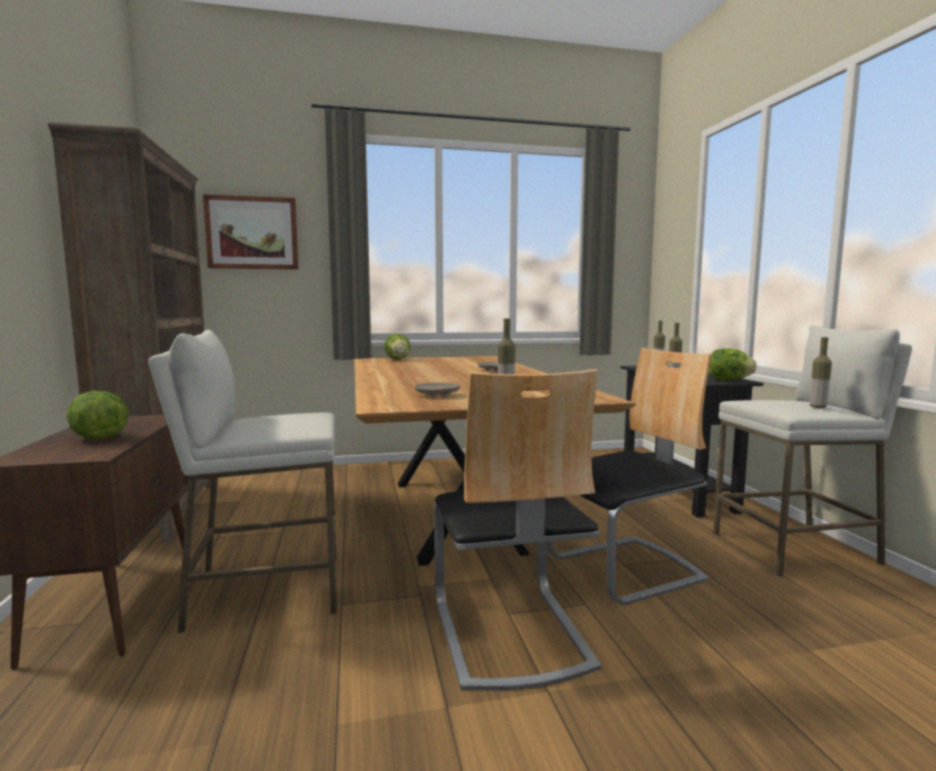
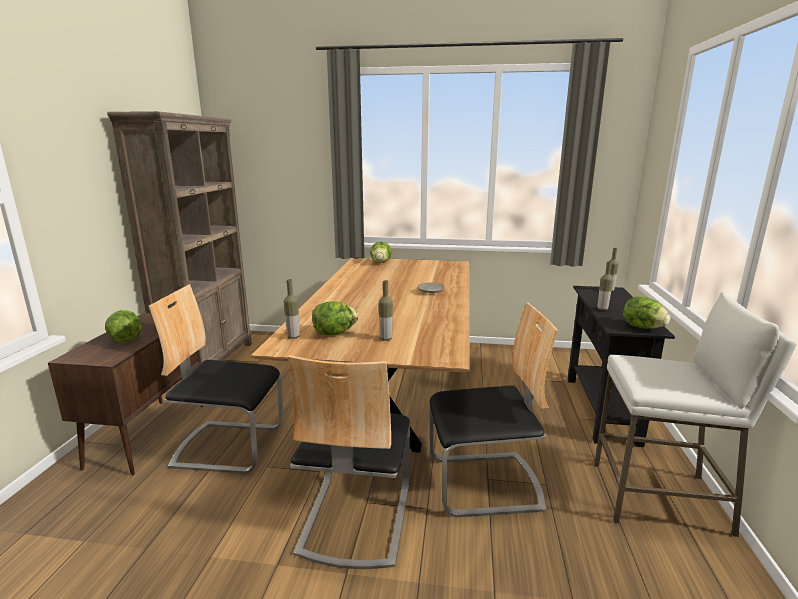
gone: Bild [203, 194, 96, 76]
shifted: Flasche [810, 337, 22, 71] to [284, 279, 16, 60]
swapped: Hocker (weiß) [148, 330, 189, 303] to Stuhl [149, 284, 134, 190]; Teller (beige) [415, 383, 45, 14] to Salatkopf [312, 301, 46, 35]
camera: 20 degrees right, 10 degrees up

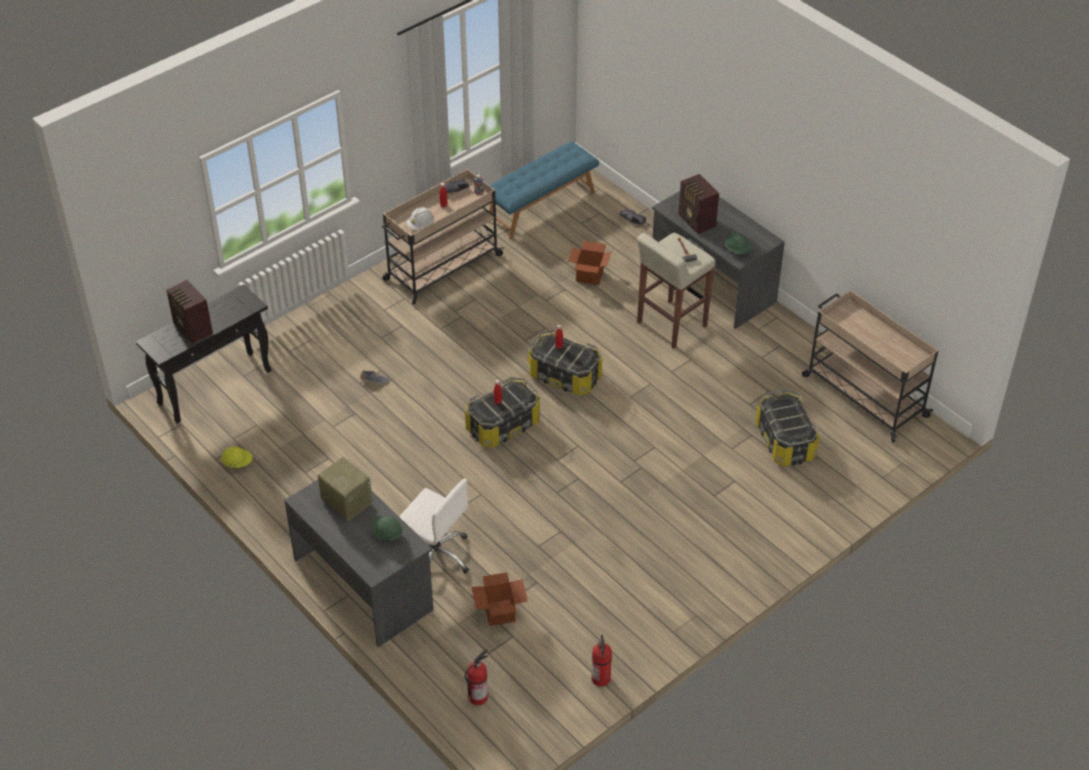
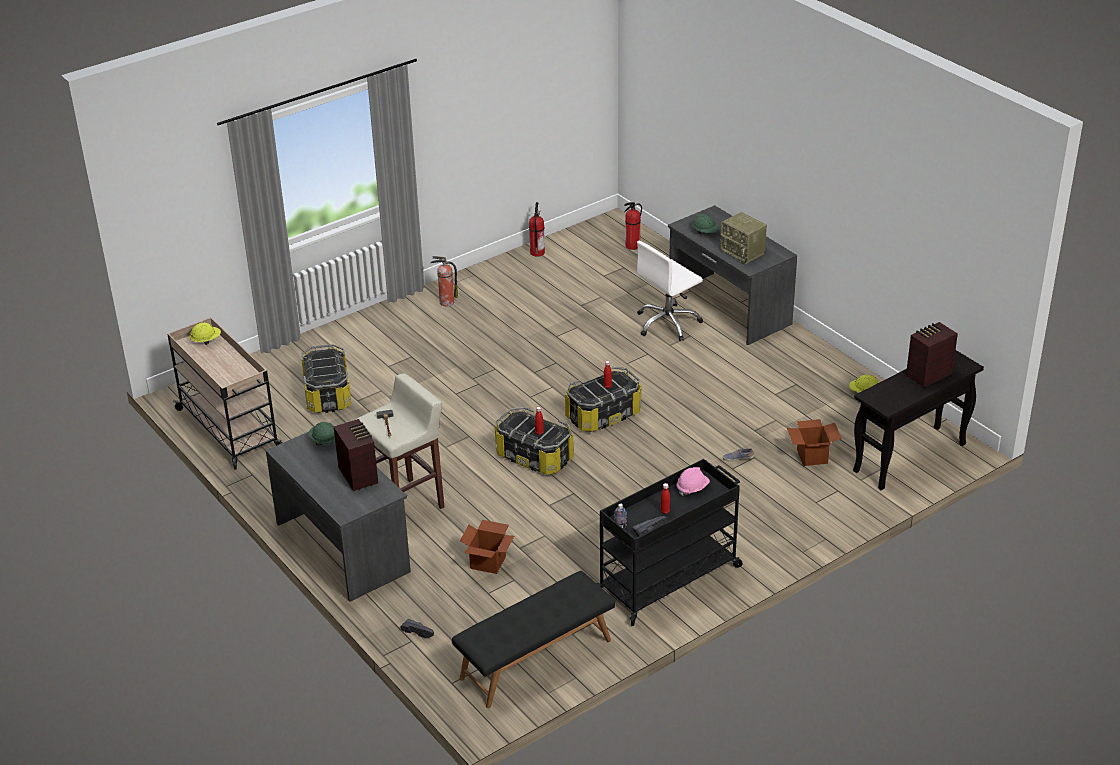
new: Schutzhelm (gelb) [190, 323, 31, 22]; Feuerlöscher [430, 256, 28, 50]
shifted: Karton [471, 572, 57, 54] to [787, 419, 55, 47]
repainted: Rollwagen (beige) [382, 169, 122, 136] to Rollwagen (schwarz) [597, 459, 146, 167]; Schutzhelm (weiß) [407, 207, 27, 23] to Schutzhelm (rosa) [677, 467, 33, 29]; Bank (blau) [489, 141, 110, 99] to Bank (schwarz) [452, 571, 164, 137]
rotated: Radio [166, 280, 47, 64] = [906, 322, 52, 66] 90 degrees counterclockwise; Bürostuhl (weiß) [399, 478, 70, 96] = [637, 241, 66, 100] 75 degrees counterclockwise
camera: 175 degrees left, 10 degrees down

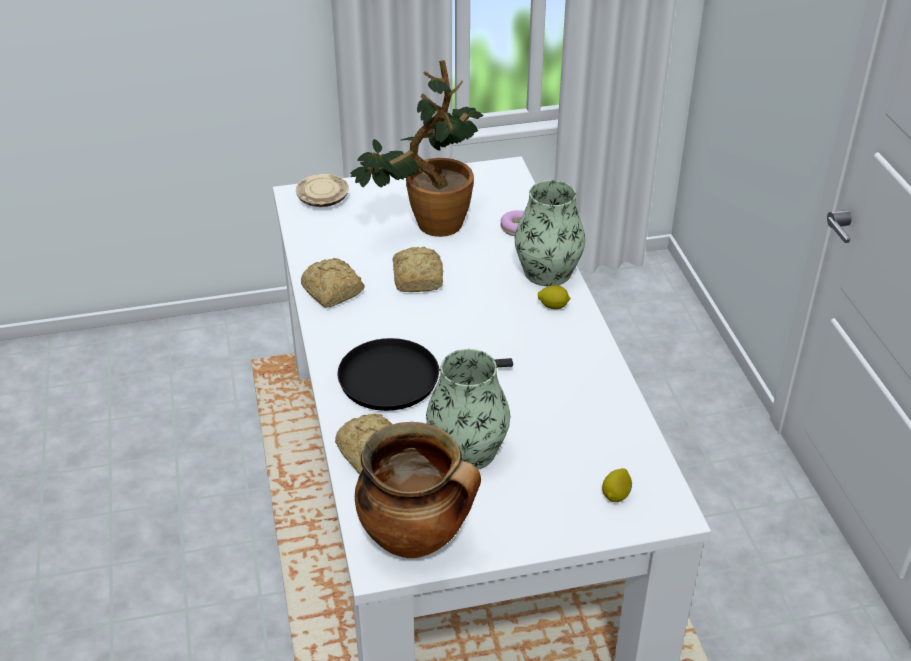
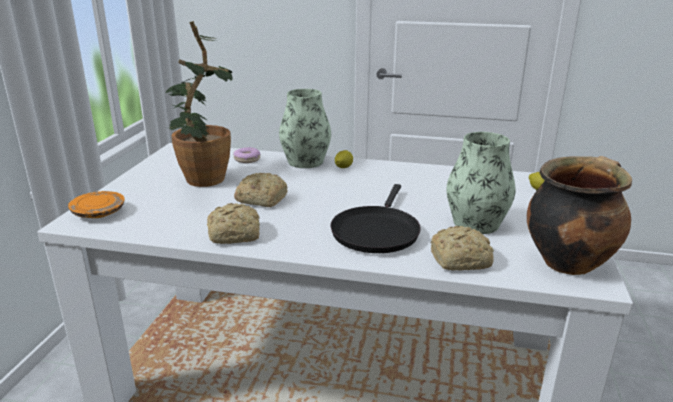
repainted: Teller (beige) [296, 174, 53, 33] to Teller (orange) [68, 191, 57, 27]
camera: 65 degrees left, 15 degrees down

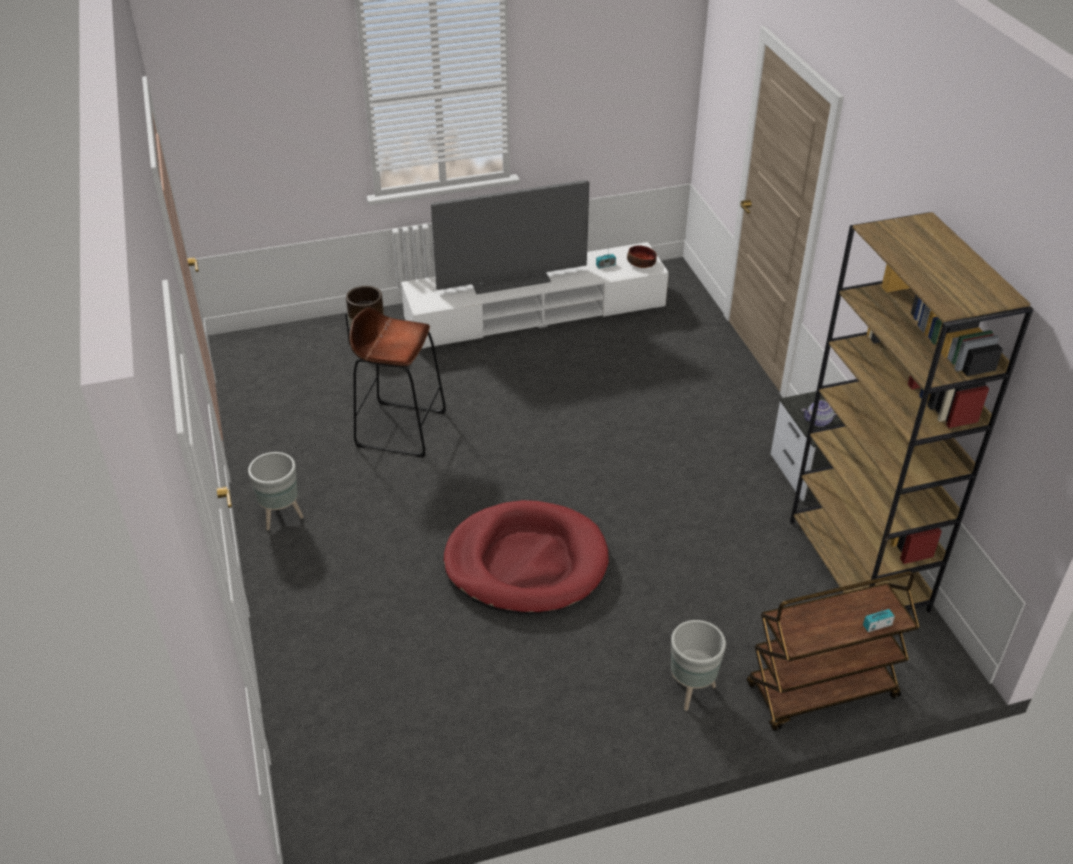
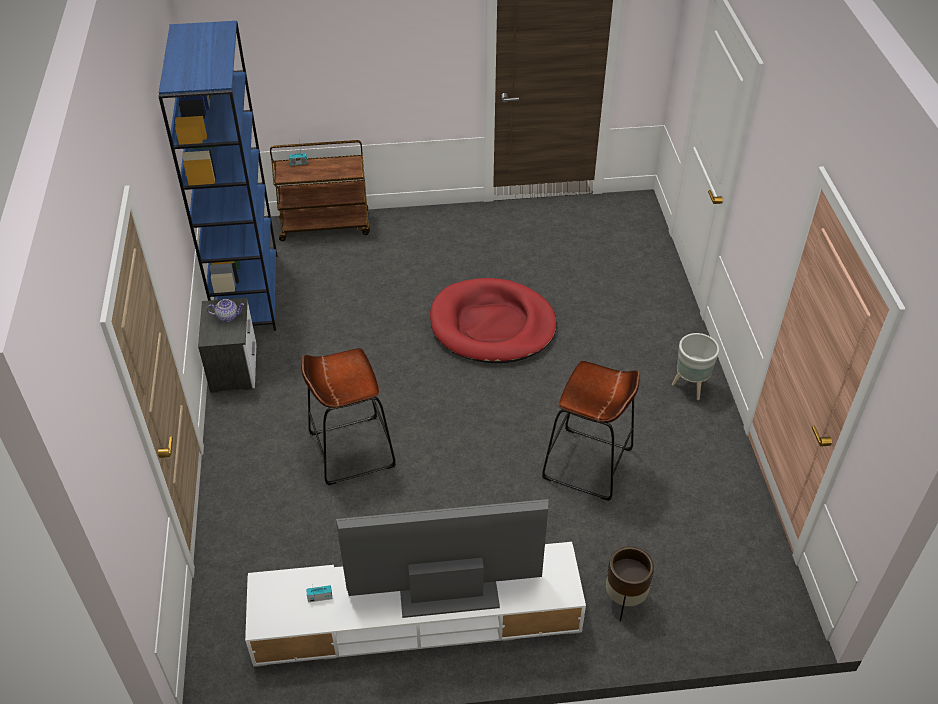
gone: Schüssel [627, 245, 30, 23]; Pflanzkübel (grau) [671, 620, 55, 91]
new: Hocker (braun) [301, 348, 95, 137]
repainted: Bücherregal (braun) [790, 212, 243, 401] to Bücherregal (blau) [158, 21, 119, 310]
camera: 170 degrees left, 5 degrees up

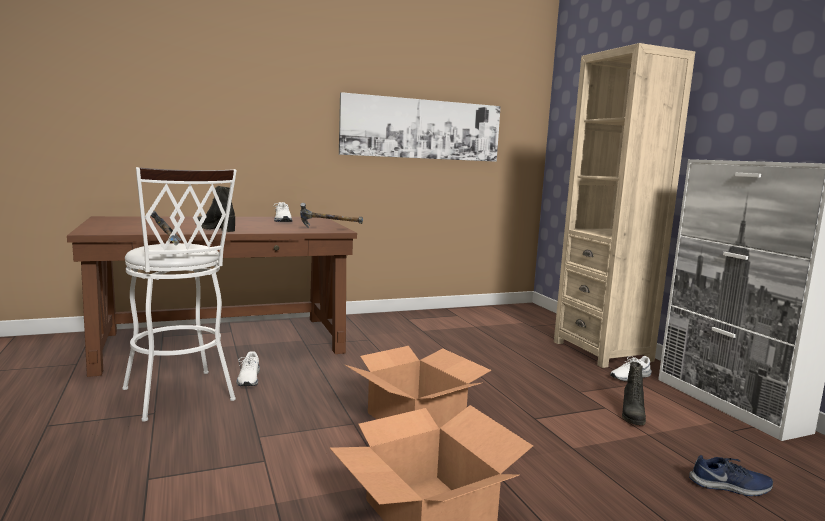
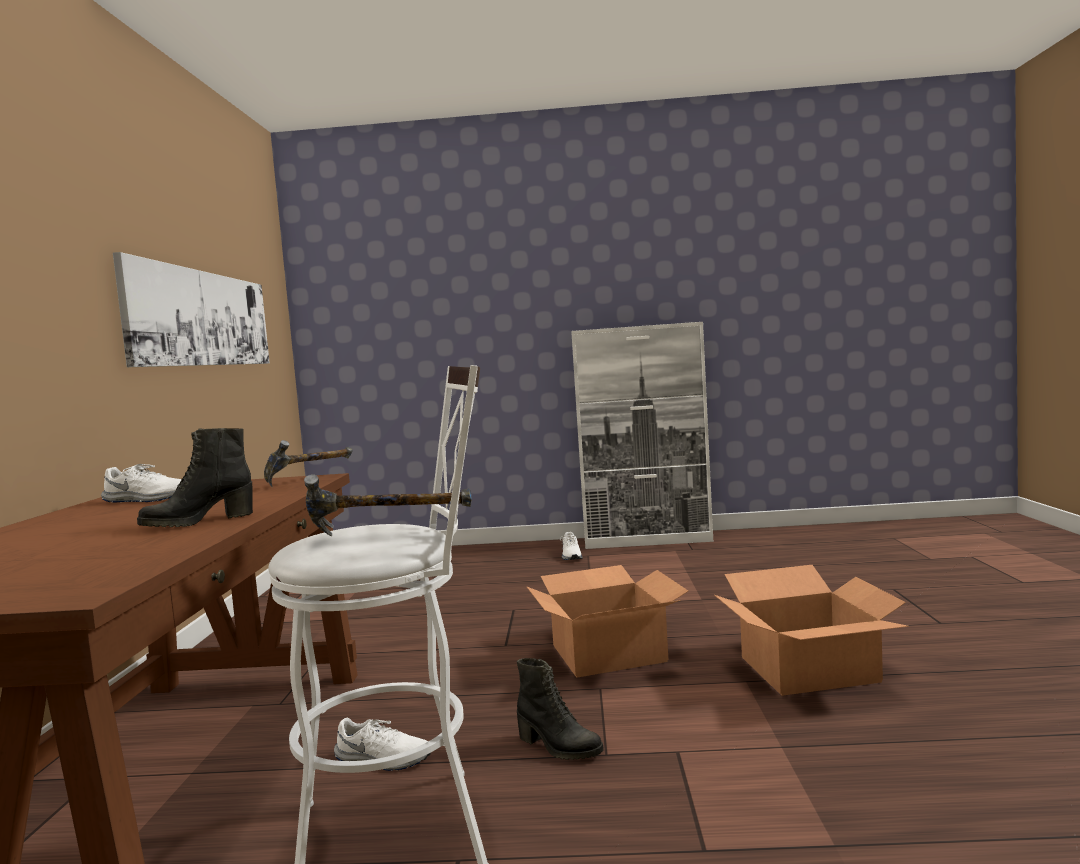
gone: Bücherregal (beige) [554, 43, 141, 325]; Schuh (blau) [689, 455, 84, 41]
shifted: Stiefel (schwarz) [622, 362, 24, 63] to [517, 658, 87, 102]
camera: 65 degrees left, 5 degrees down

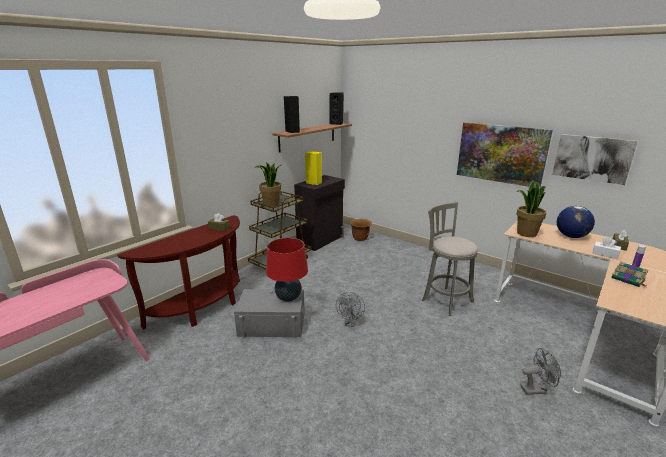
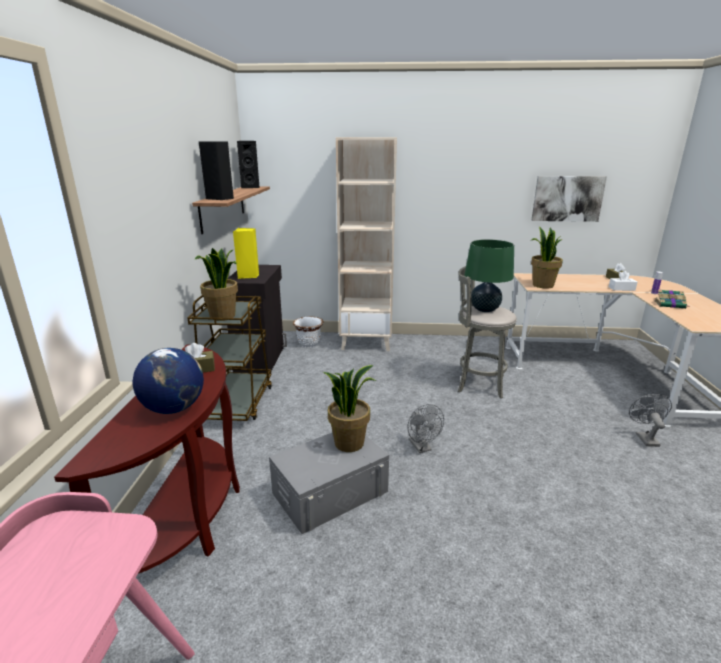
gone: Bild [457, 122, 96, 65]
new: Bücherregal (beige) [336, 137, 61, 214]; Tischlampe (grün) [464, 239, 50, 73]
shifted: Globus [557, 206, 38, 32] to [133, 348, 71, 66]
swapped: Tischlampe (rot) [266, 238, 42, 64] to Topfpflanze [323, 365, 53, 87]
repainted: Pflanzkübel (braun) [350, 219, 22, 22] to Pflanzkübel (weiß) [293, 316, 31, 31]
rotated: Ventilator (grau) [520, 348, 41, 47] = [629, 394, 43, 53] 45 degrees counterclockwise
camera: 35 degrees left, 0 degrees up

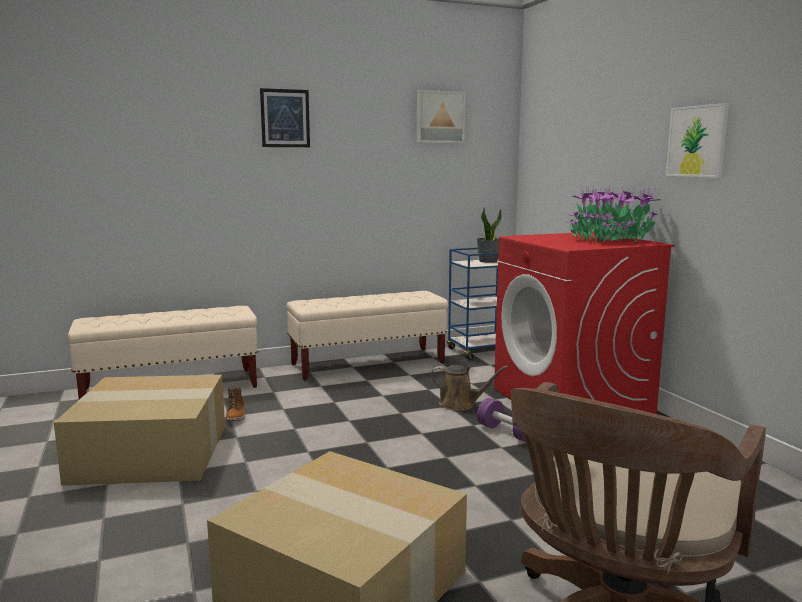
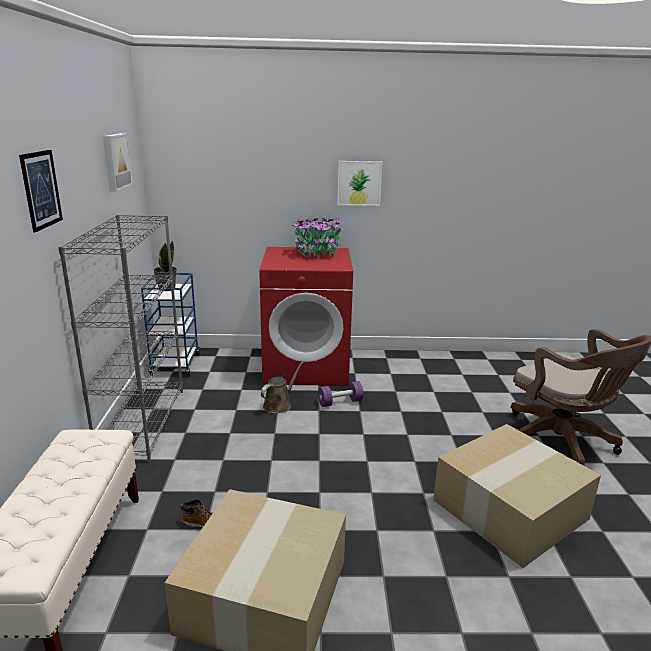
swapped: Bank (beige) [287, 291, 161, 89] to Bücherregal (grau) [58, 215, 125, 248]
camera: 70 degrees left, 10 degrees up

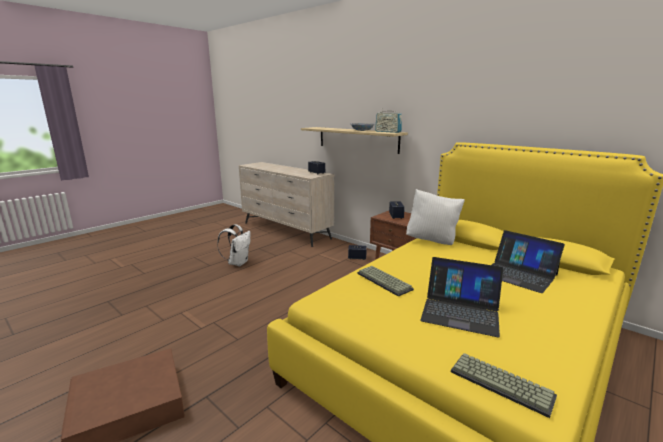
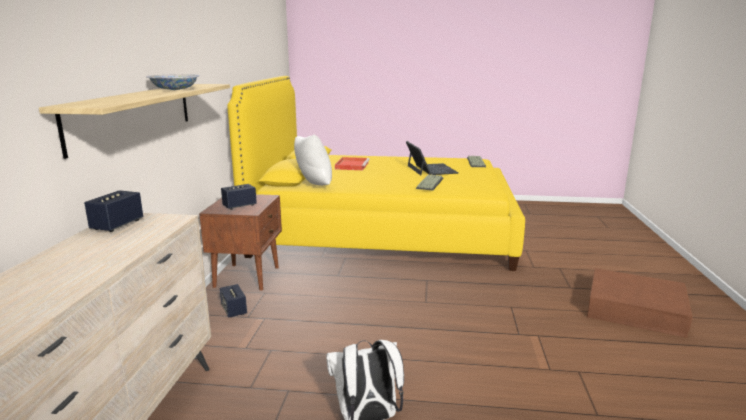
gone: Radio [375, 108, 27, 25]
swapped: Laptop [492, 230, 73, 63] to Tablett (rot) [335, 157, 35, 13]
camera: 125 degrees left, 0 degrees up

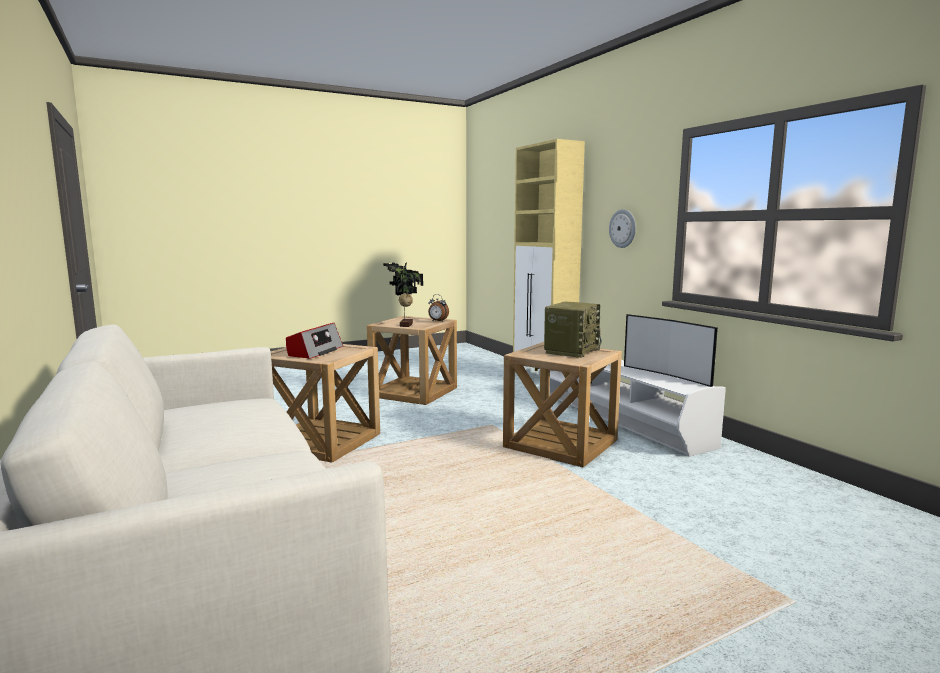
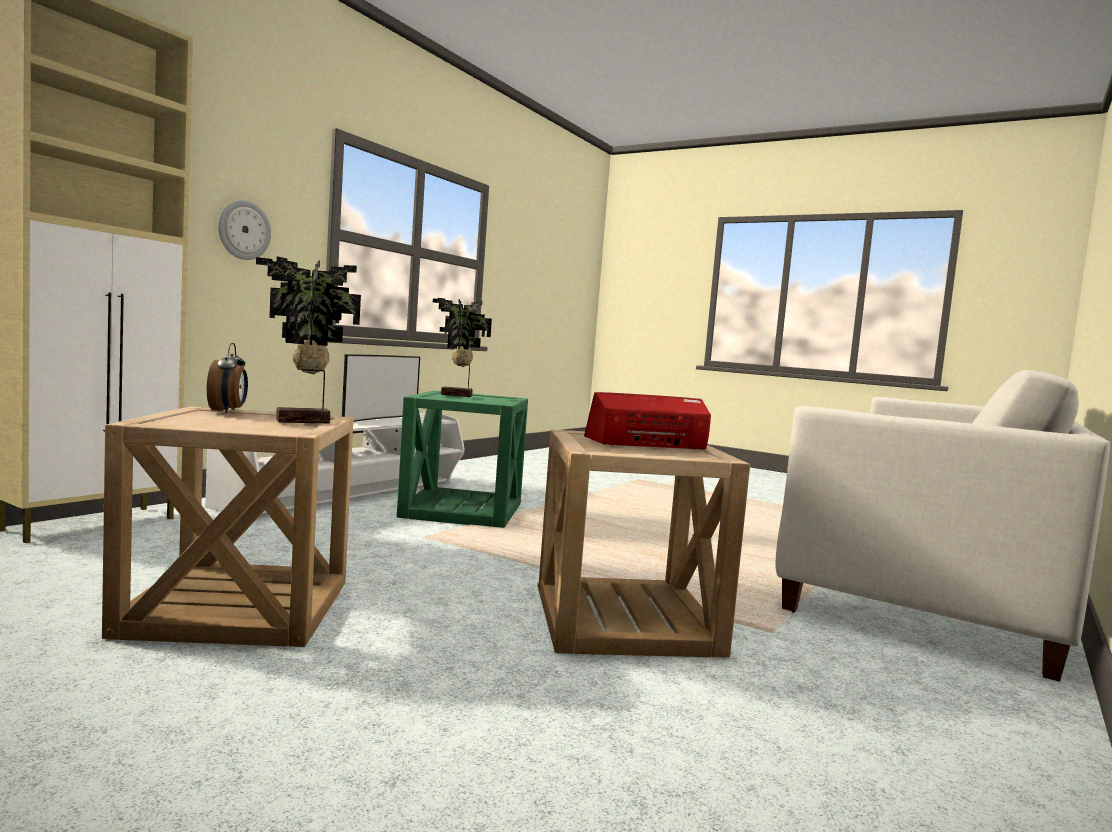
swapped: Radio [544, 302, 57, 56] to Topfpflanze [433, 298, 59, 99]
repainted: Beistelltisch (beige) [503, 342, 119, 125] to Beistelltisch (grün) [397, 391, 131, 137]
camera: 120 degrees left, 5 degrees down

